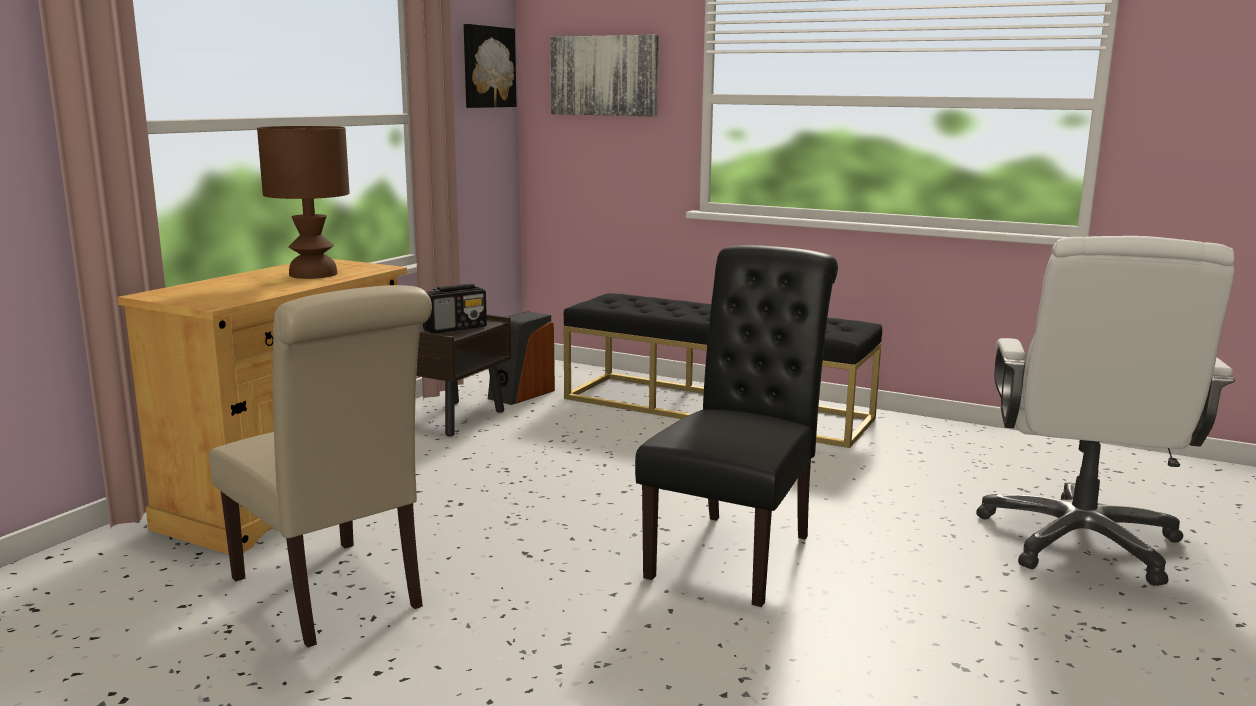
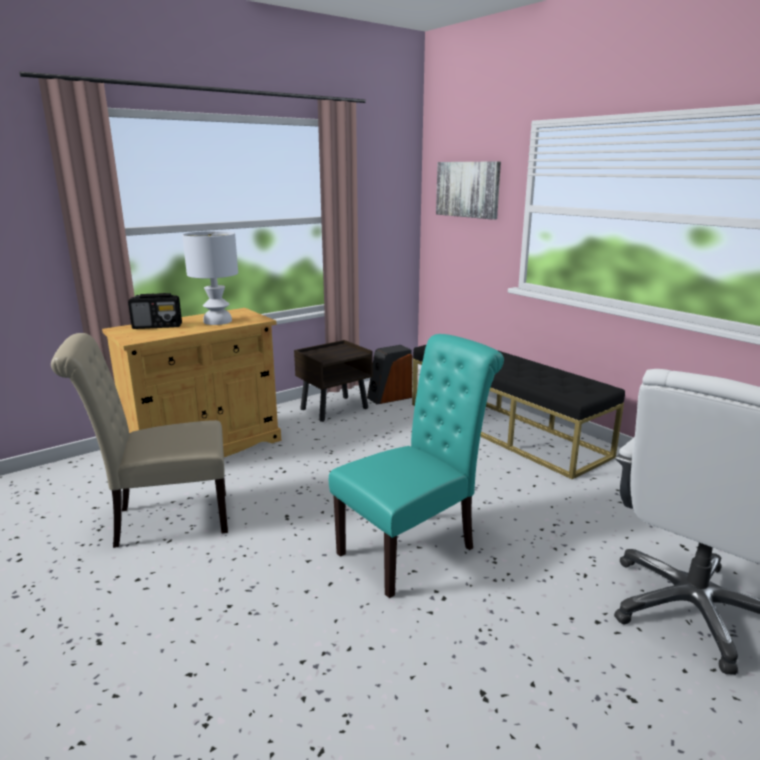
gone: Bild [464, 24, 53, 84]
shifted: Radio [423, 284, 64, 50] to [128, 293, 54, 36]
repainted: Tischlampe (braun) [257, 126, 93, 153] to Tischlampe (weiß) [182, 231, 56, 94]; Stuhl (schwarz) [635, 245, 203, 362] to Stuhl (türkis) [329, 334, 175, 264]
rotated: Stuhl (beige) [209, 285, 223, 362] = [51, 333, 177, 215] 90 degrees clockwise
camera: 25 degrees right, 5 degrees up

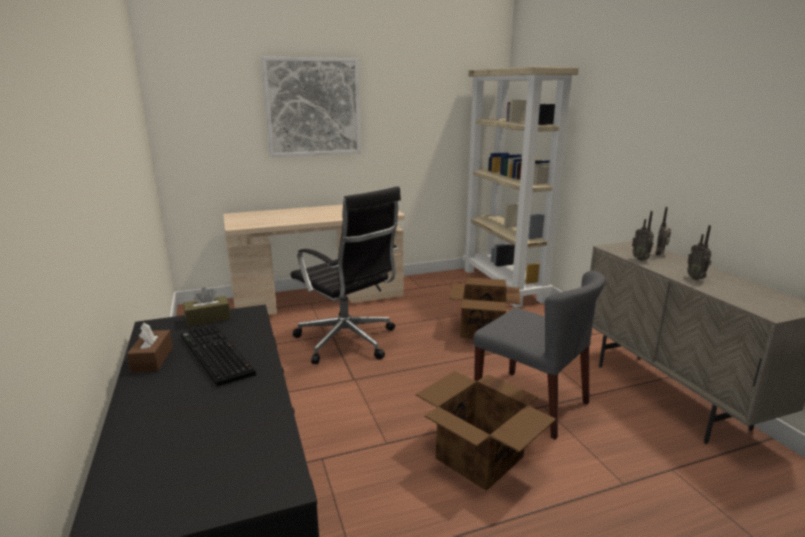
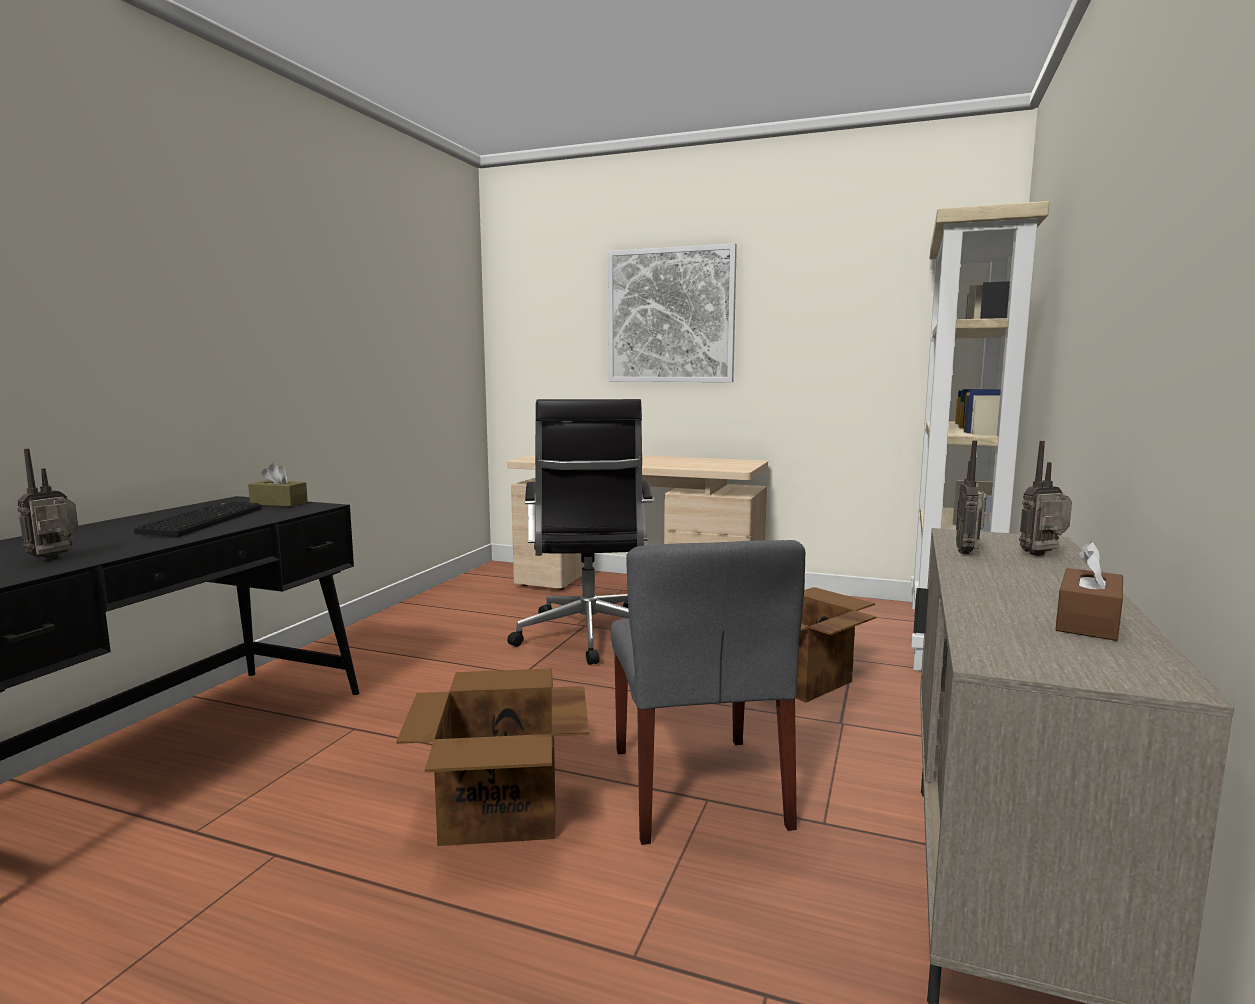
shifted: Taschentuchbox (braun) [127, 323, 46, 50] to [1055, 541, 68, 100]; Radio [687, 225, 24, 55] to [17, 449, 61, 111]
camera: 40 degrees right, 10 degrees down

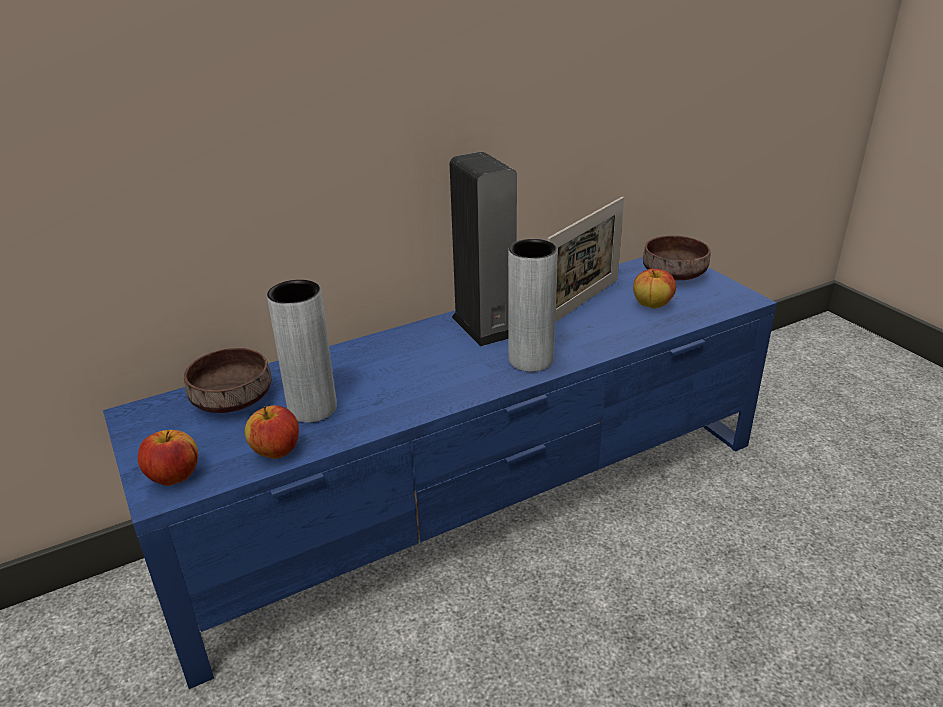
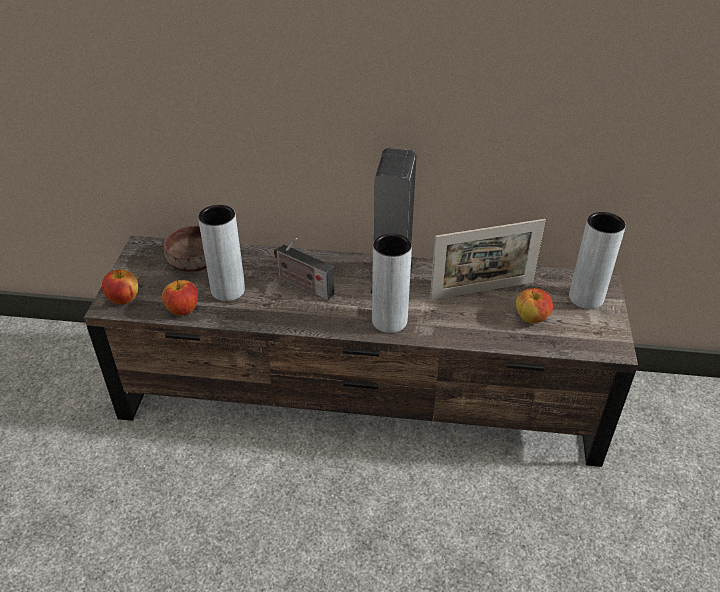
new: Radio [274, 238, 60, 62]
swapped: Schüssel (braun) [643, 235, 68, 45] to Vase (grau) [569, 212, 57, 97]
repainted: Fernsehschrank (blau) [103, 257, 674, 432] to Fernsehschrank (braun) [84, 236, 554, 231]
camera: 35 degrees right, 10 degrees up

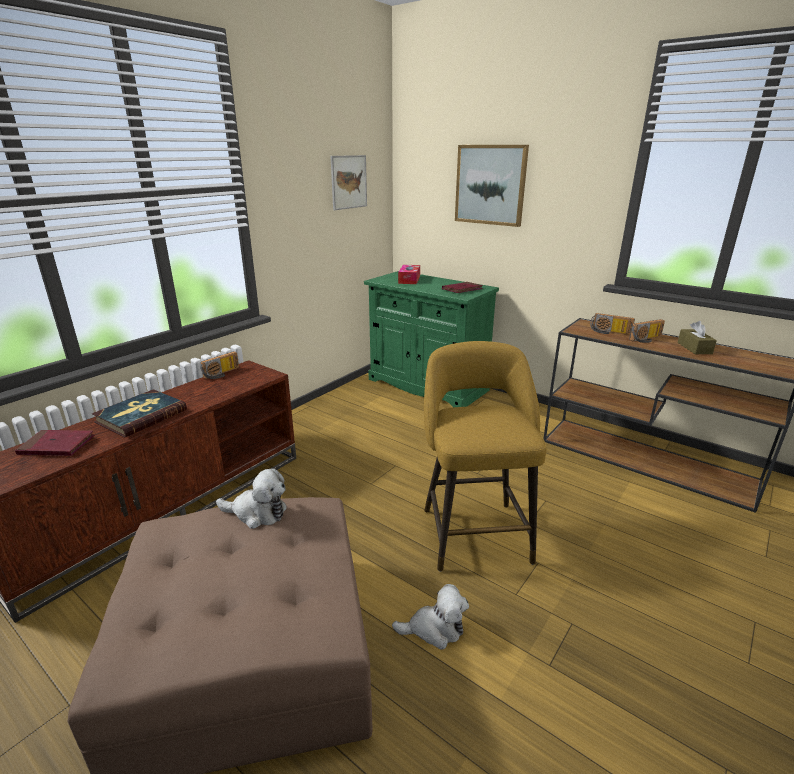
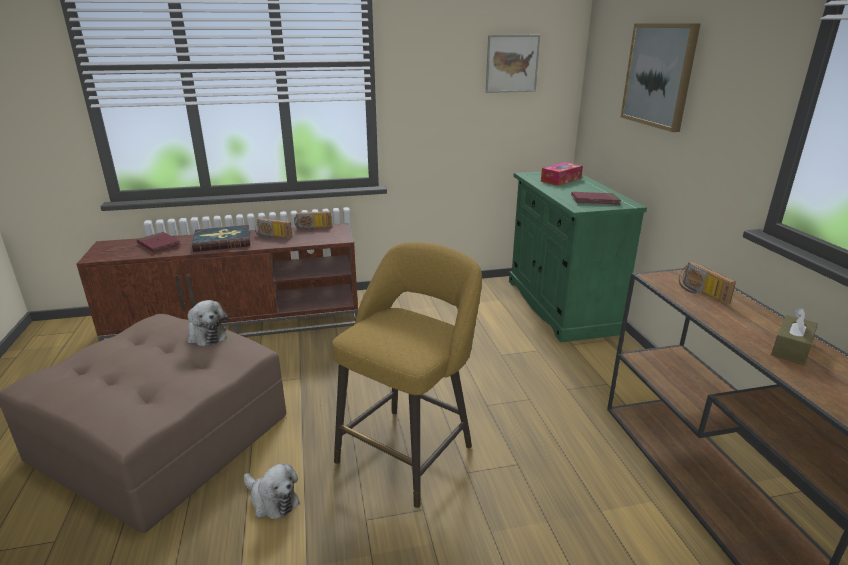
shifted: Radio [629, 319, 36, 24] to [255, 218, 37, 20]
camera: 40 degrees right, 0 degrees up

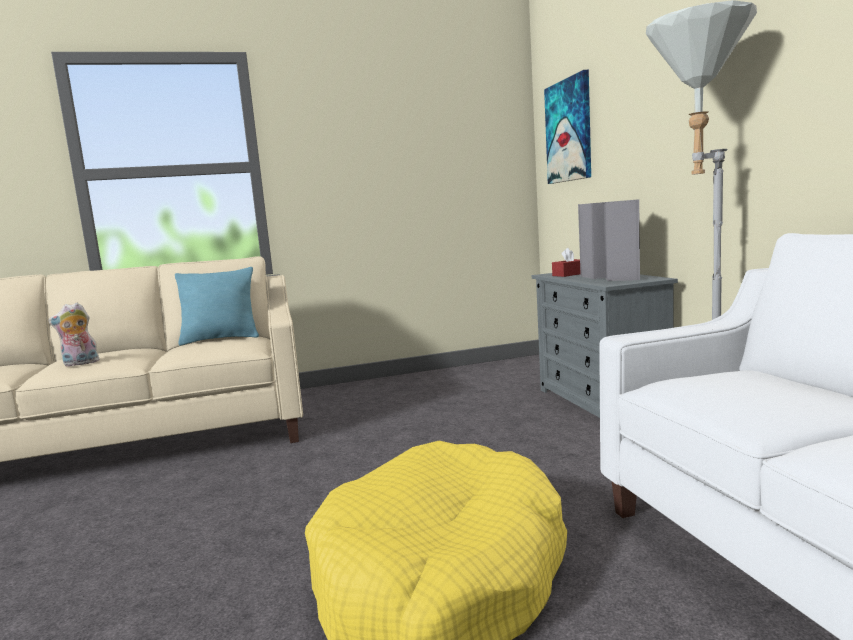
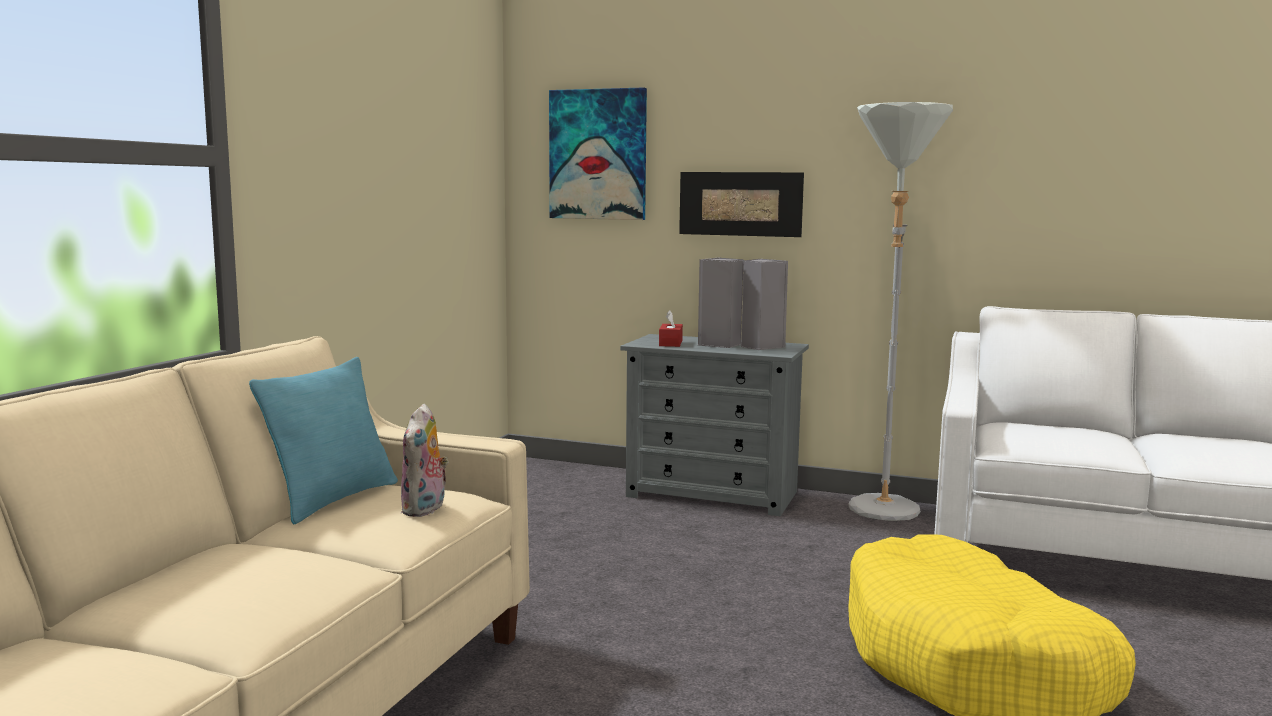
new: Bild [679, 172, 125, 65]
shifted: Plüschtier [48, 303, 54, 64] to [401, 404, 48, 113]
camera: 55 degrees left, 0 degrees up

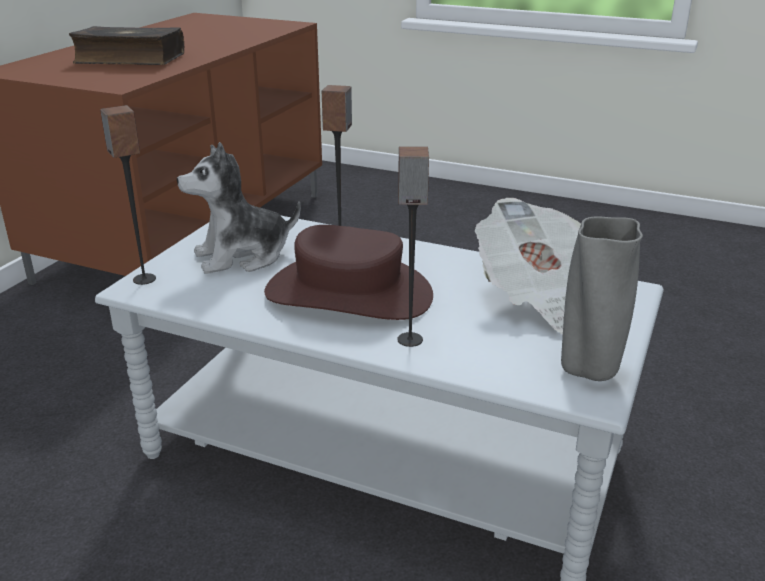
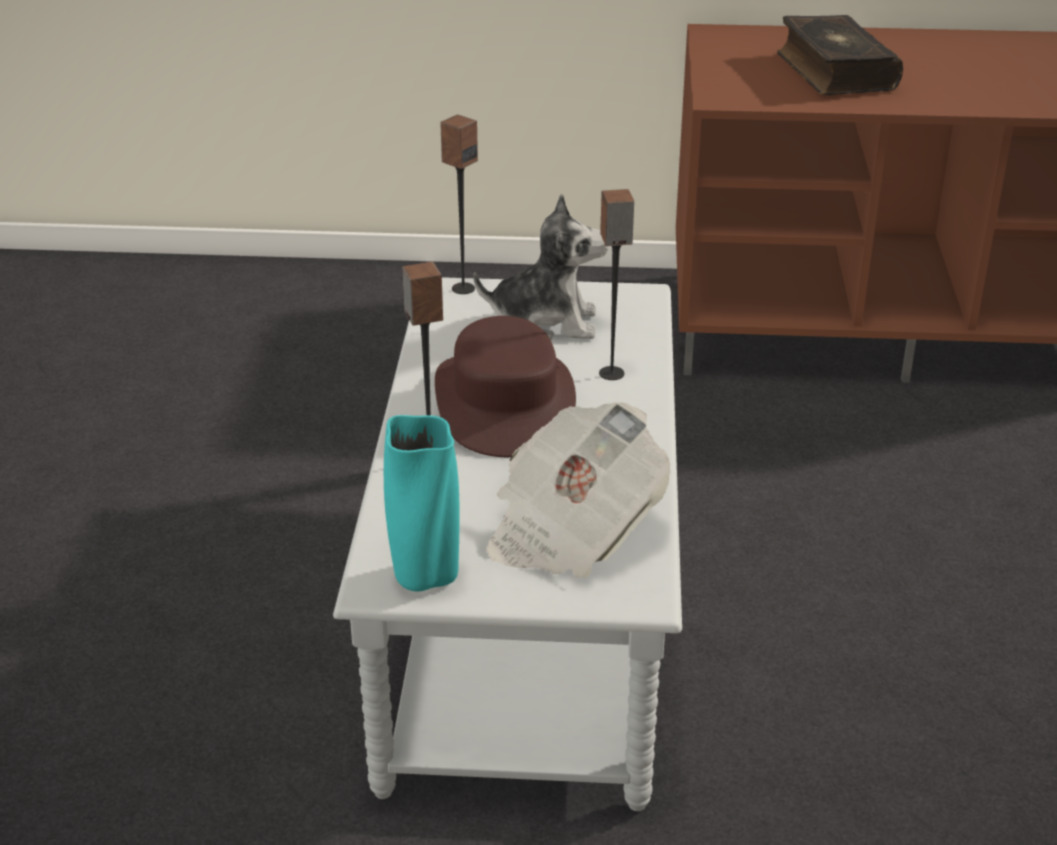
repainted: Vase (grau) [561, 216, 82, 165] to Vase (türkis) [384, 415, 76, 176]
rotated: Plüschtier [177, 142, 124, 132] = [473, 194, 136, 146] 135 degrees clockwise
camera: 70 degrees right, 5 degrees up

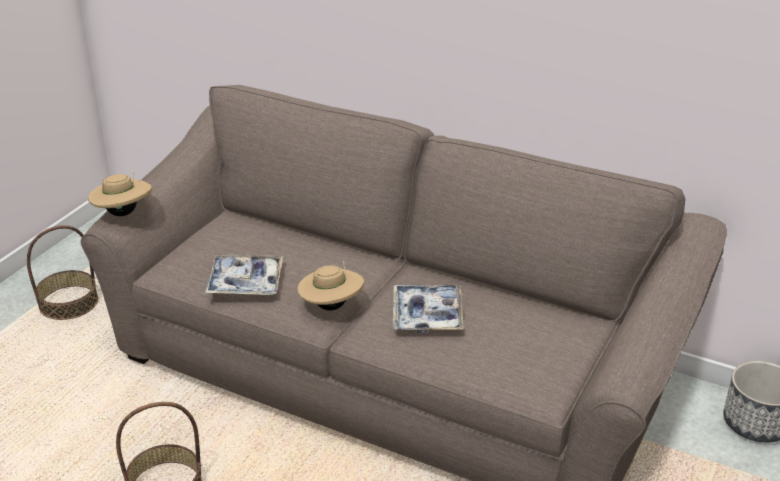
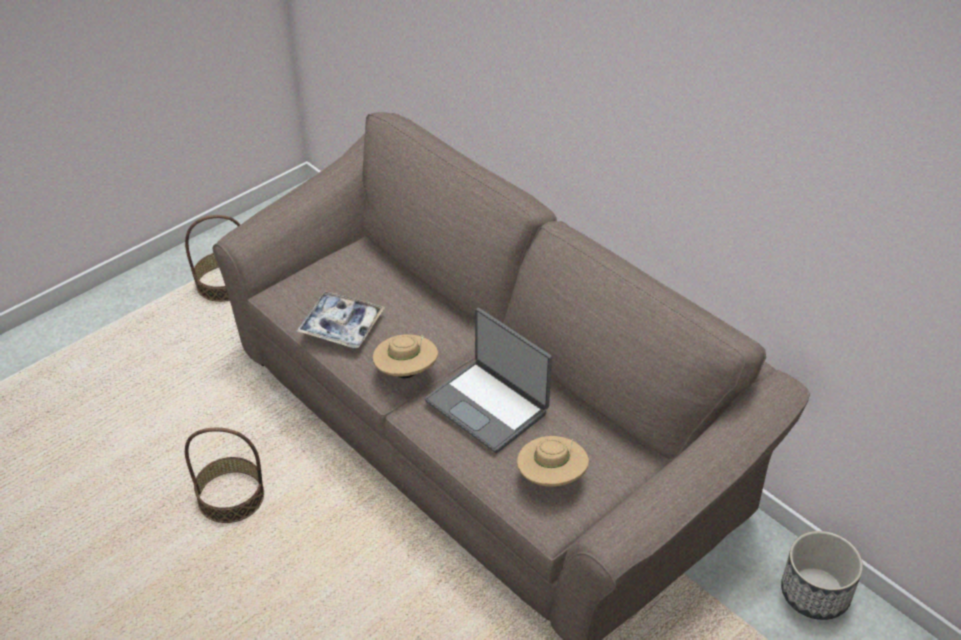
shifted: Hut (beige) [88, 170, 64, 46] to [517, 436, 72, 51]
swapped: Tablett [393, 285, 71, 48] to Laptop [425, 308, 127, 145]
camera: 20 degrees right, 10 degrees up

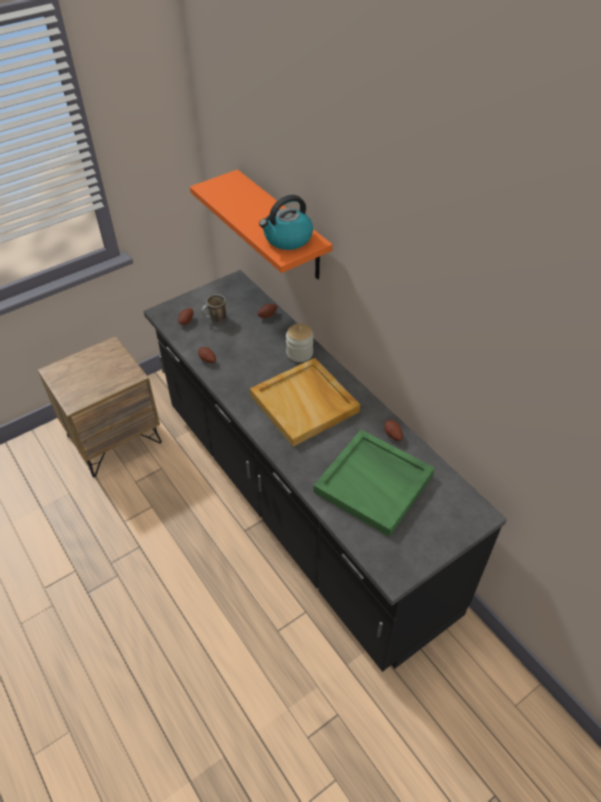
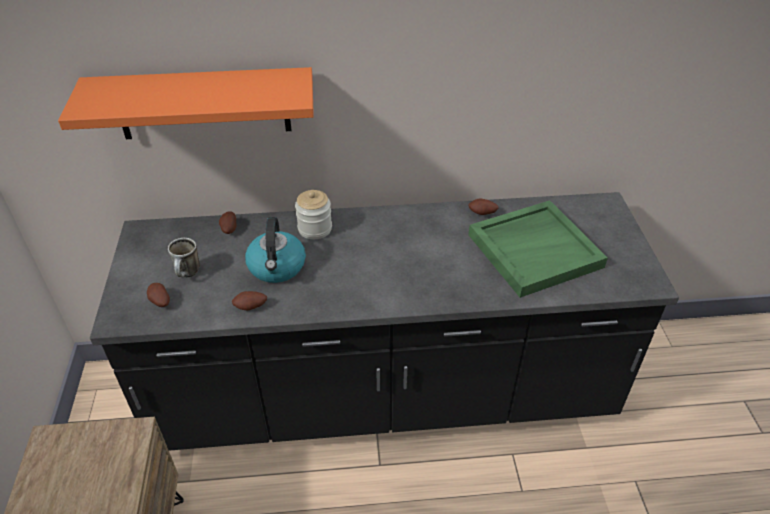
gone: Tablett (beige) [250, 358, 110, 89]
shifted: Wasserkessel [259, 195, 54, 55] to [245, 217, 61, 66]
camera: 60 degrees left, 5 degrees down

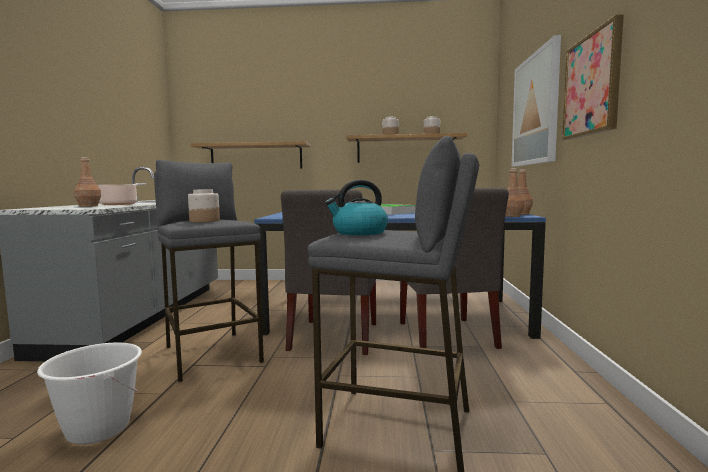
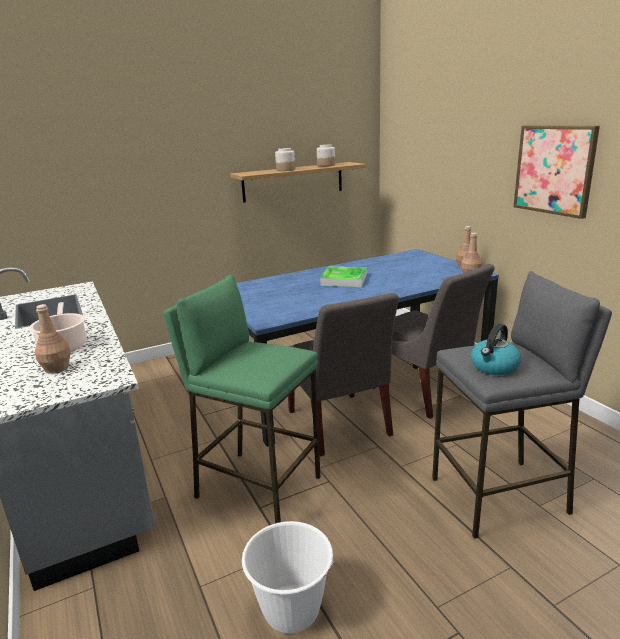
gone: Vorratsglas [188, 189, 32, 33]; Wandregal [190, 141, 121, 27]; Bild [512, 35, 49, 132]
repainted: Hocker (grau) [154, 160, 110, 222] to Hocker (grün) [163, 275, 158, 248]
camera: 30 degrees left, 15 degrees up

